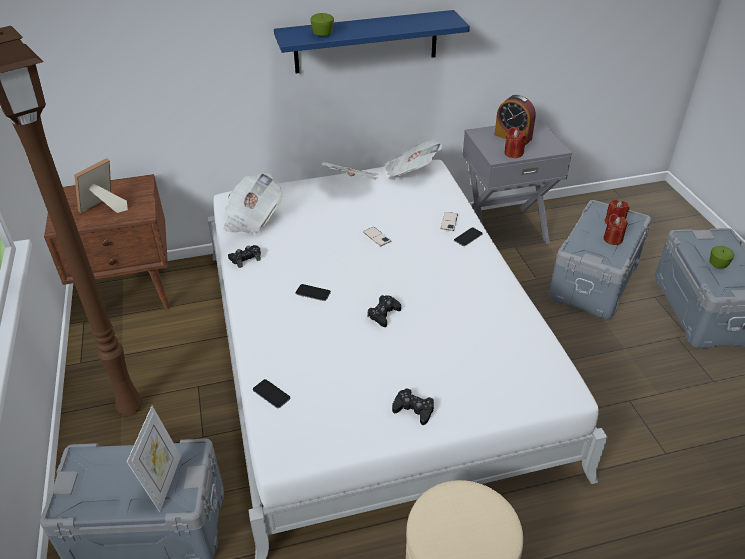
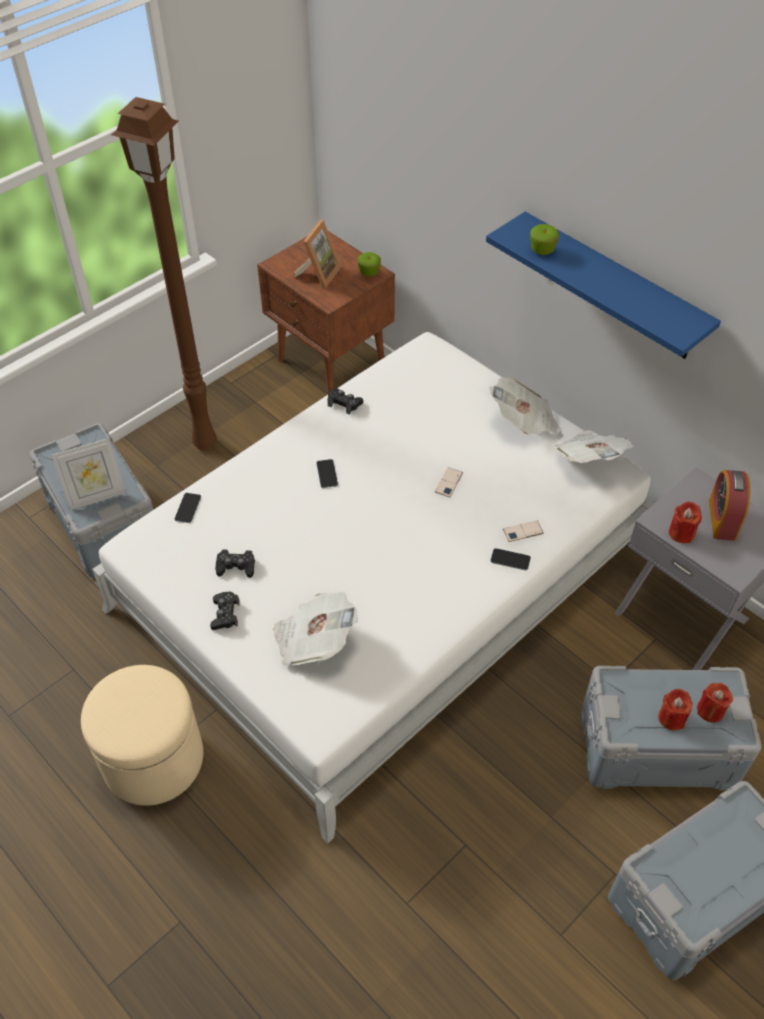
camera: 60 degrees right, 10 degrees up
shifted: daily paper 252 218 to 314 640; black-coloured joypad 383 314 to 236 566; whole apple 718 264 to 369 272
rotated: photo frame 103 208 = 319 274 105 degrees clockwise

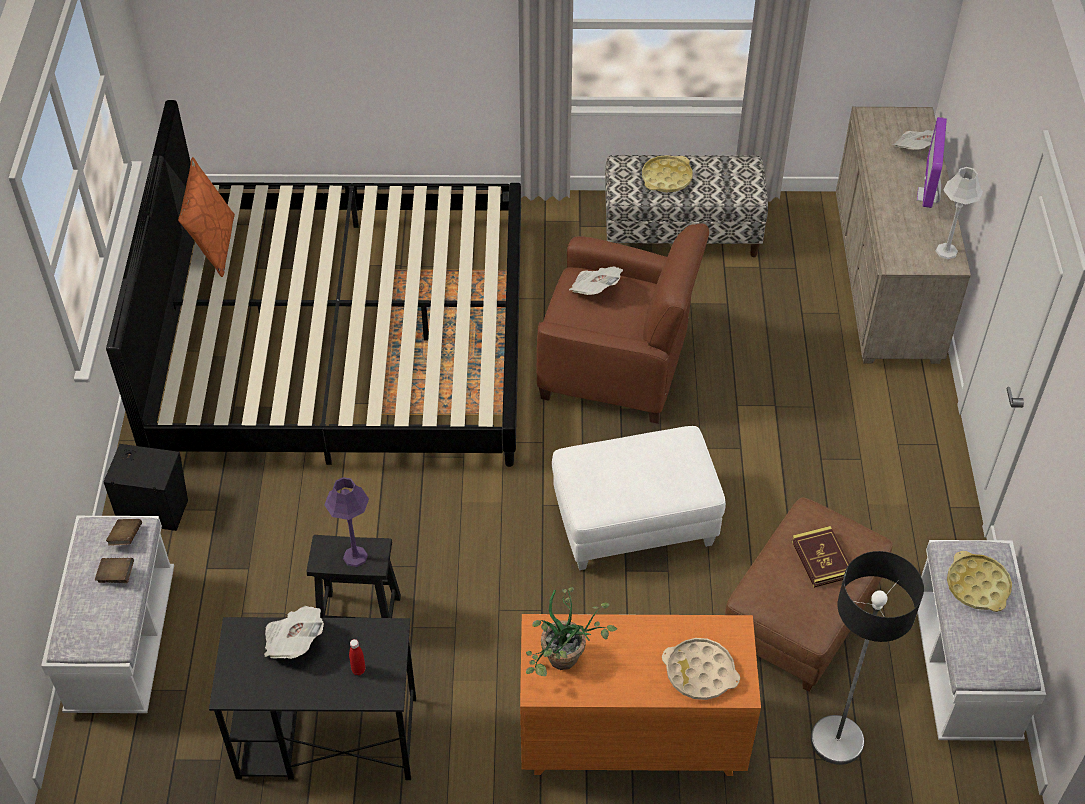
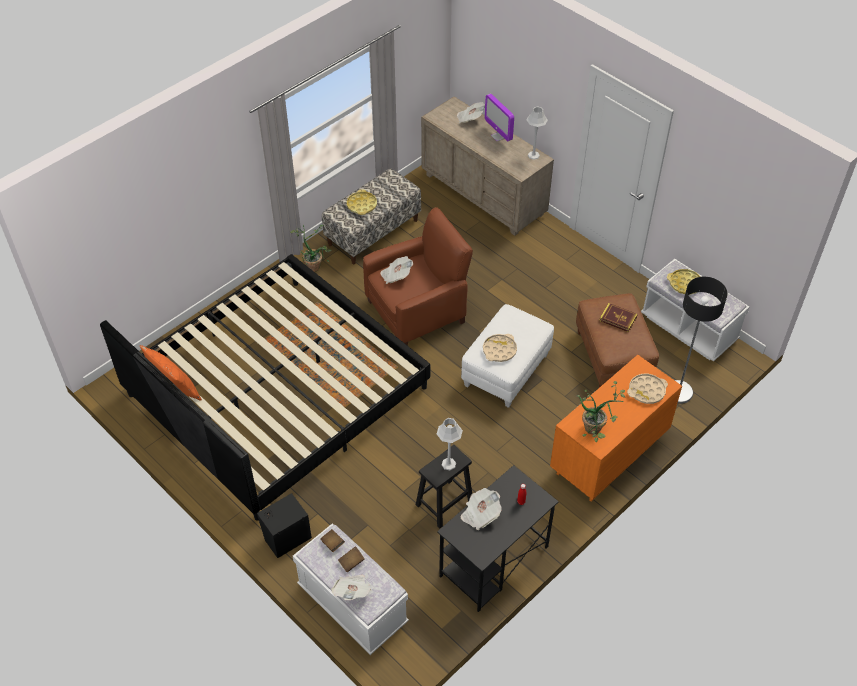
camera: 45 degrees left, 0 degrees up
new: plant in a pot 314 264; daily paper 352 591; beige-coloured tray 499 350
repainted: purplish lamp for a table 355 556 to grey lamp for a table 448 464

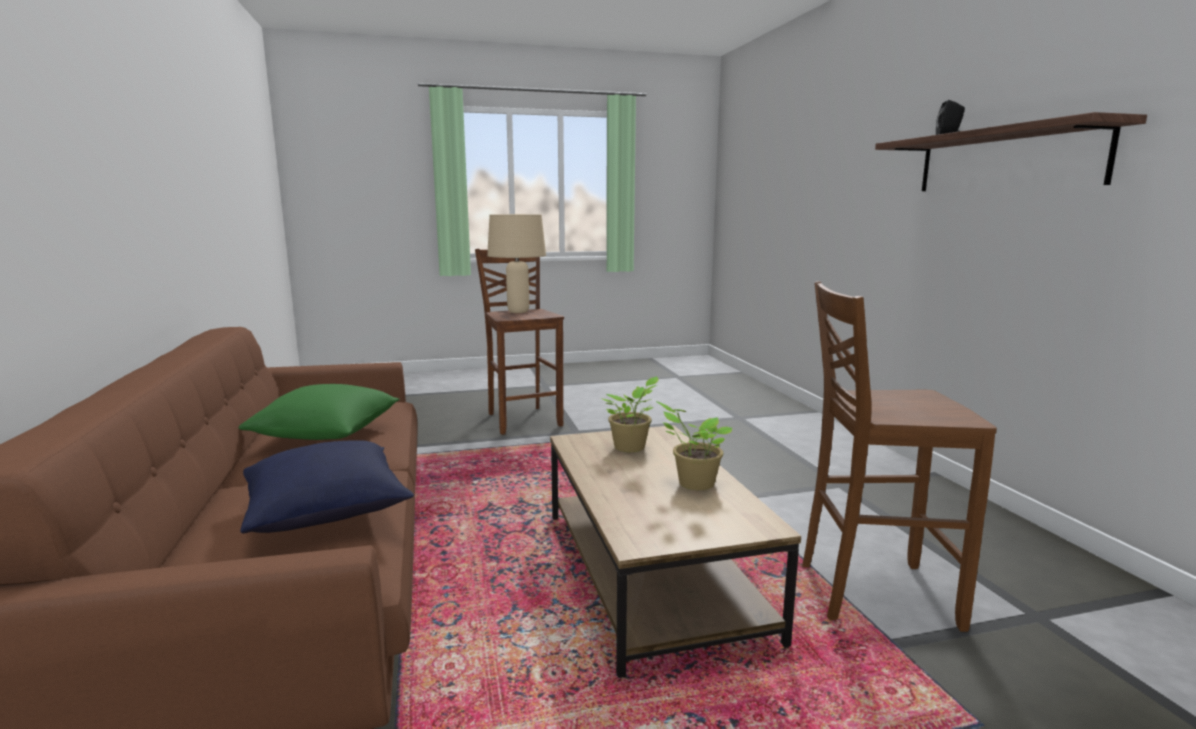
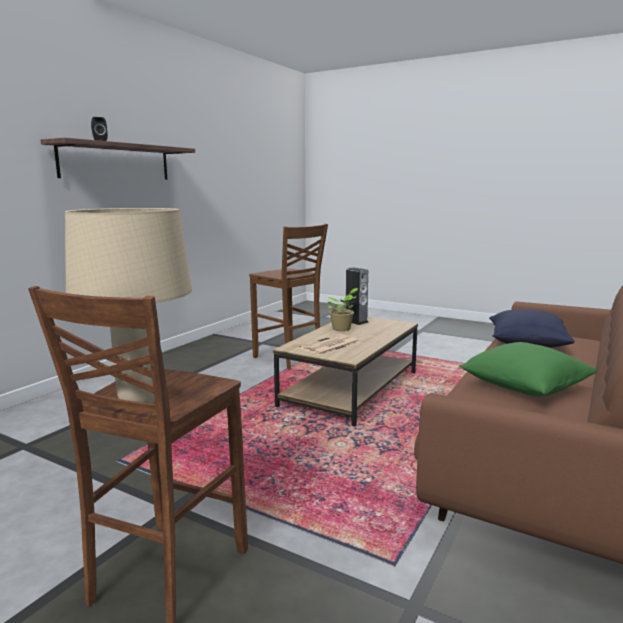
camera: 135 degrees left, 0 degrees up
new: loudspeaker 356 321
swapped: plant in a pot 631 448 to daily paper 329 346

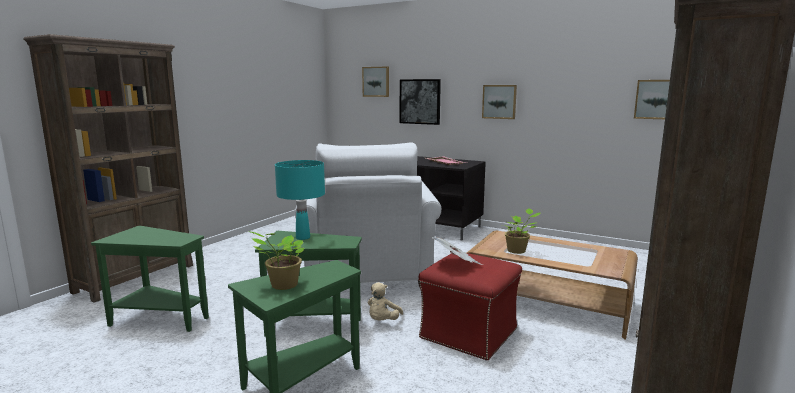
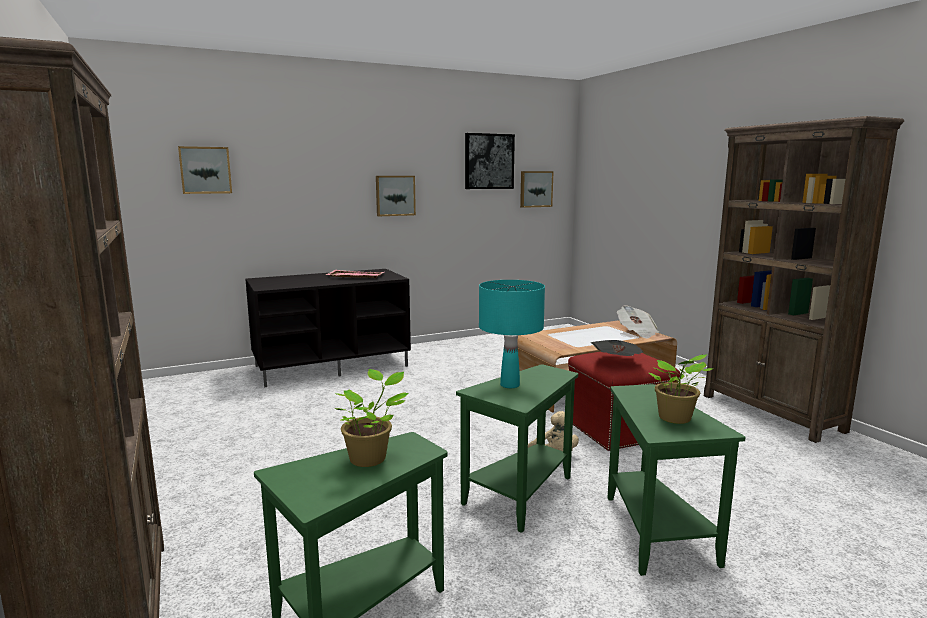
camera: 55 degrees left, 0 degrees up
gone: white armchair 366 275
new: daily paper 637 333
shifted: wall art 420 101 to 489 161; plant in a pot 518 251 to 370 458

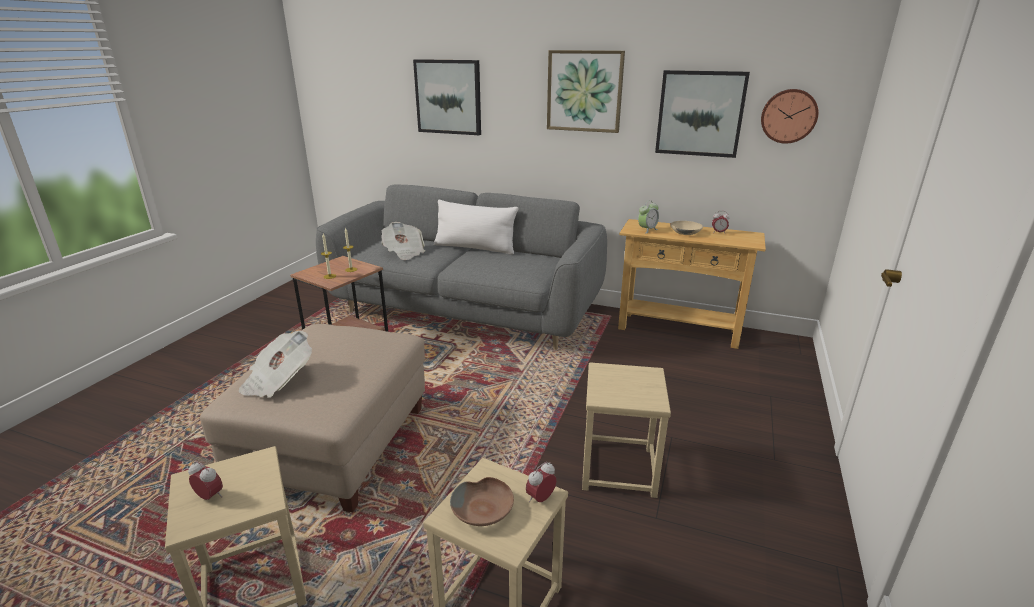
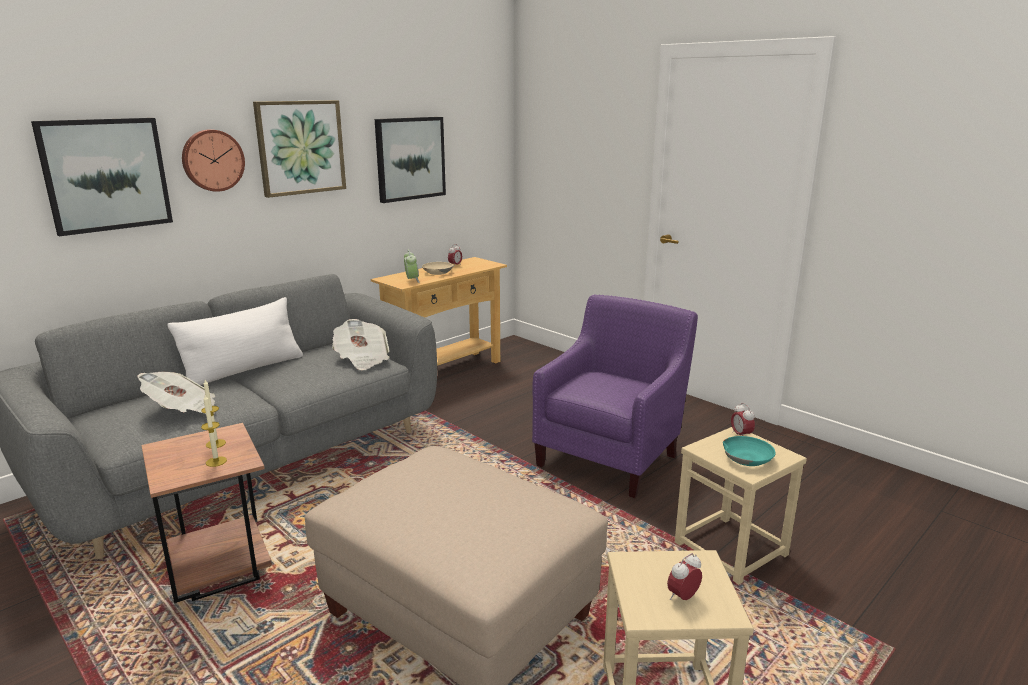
camera: 65 degrees left, 5 degrees down
shifted: daily paper 278 381 to 362 359; wall clock 788 116 to 212 160
swapped: beige-coloured stool seat 619 468 to purplish armchair 611 456
repainted: brownish serving bowl 483 510 to turquoise serving bowl 747 458

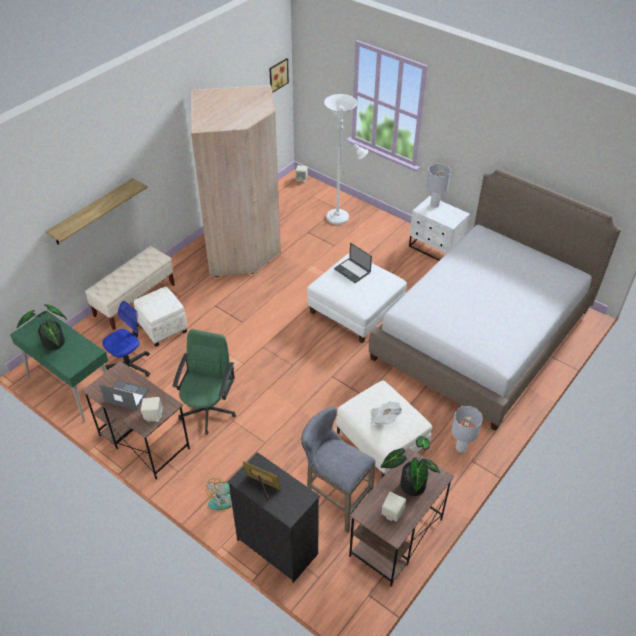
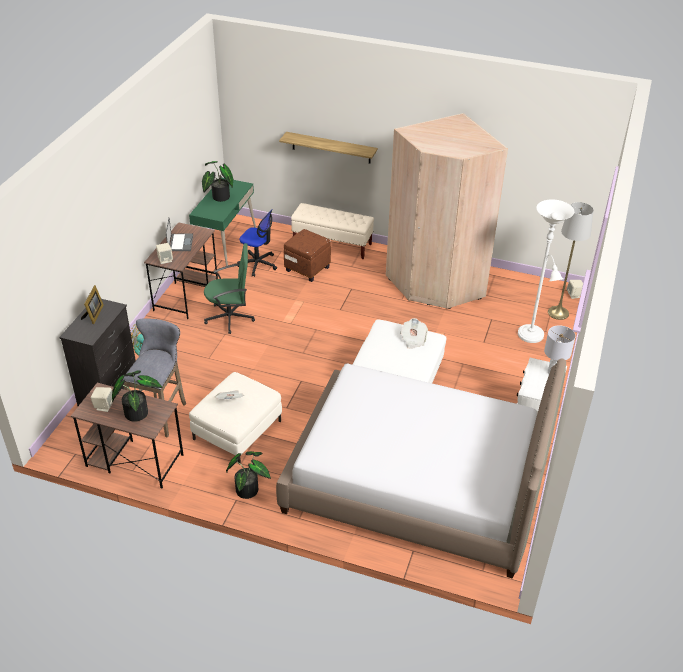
camera: 70 degrees right, 5 degrees down
gone: wall art 277 75
new: grey floor lamp 558 313
swapped: notebook computer 352 270 to daily paper 413 340; grey lamp for a table 460 448 to plant in a pot 249 489
repainted: white ottoman 163 330 to brownish ottoman 307 269

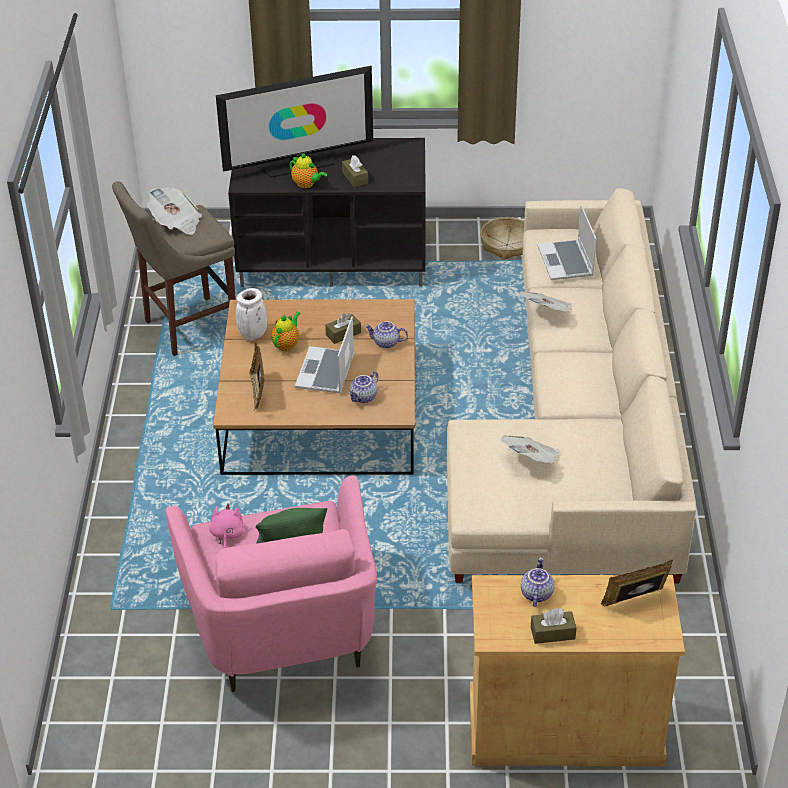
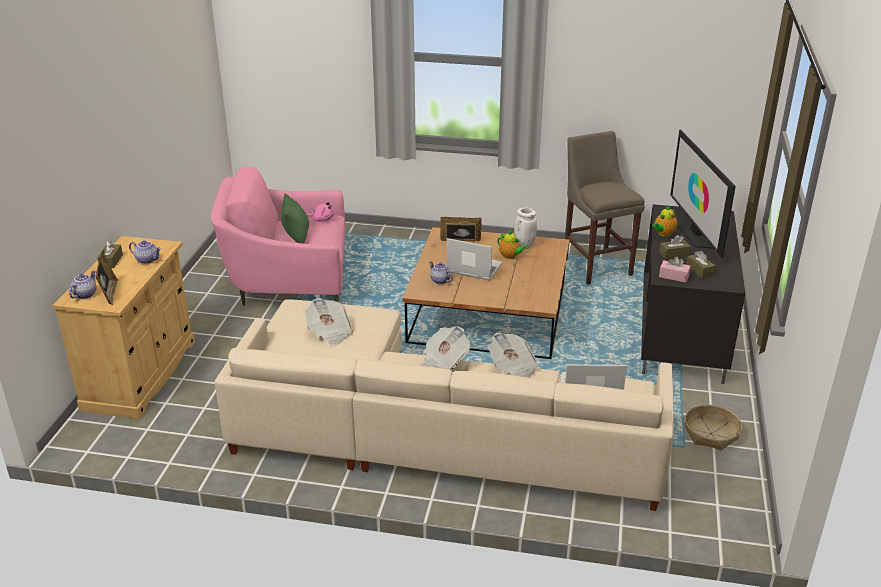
camera: 100 degrees right, 10 degrees down
new: pink-coloured box of tissues 673 276
shifted: daily paper 176 222 to 443 362; brownish box of tissues 343 334 to 700 271; teapot 386 343 to 85 294

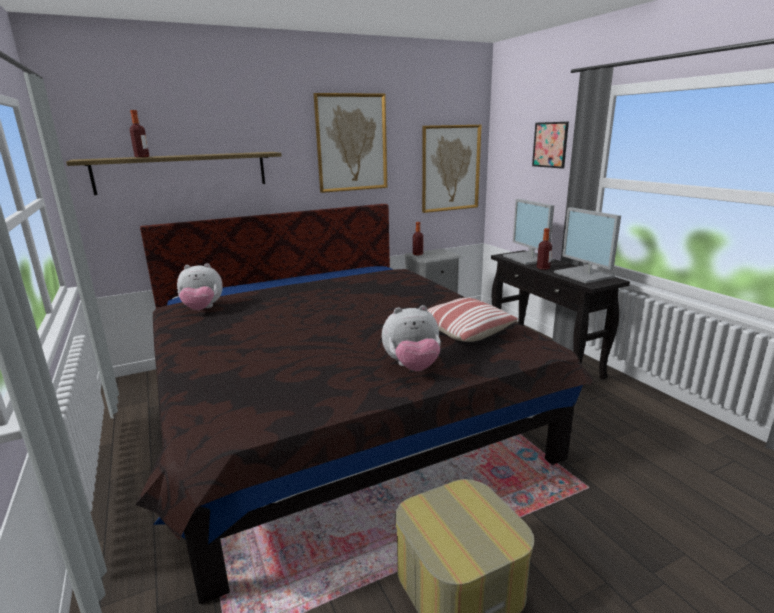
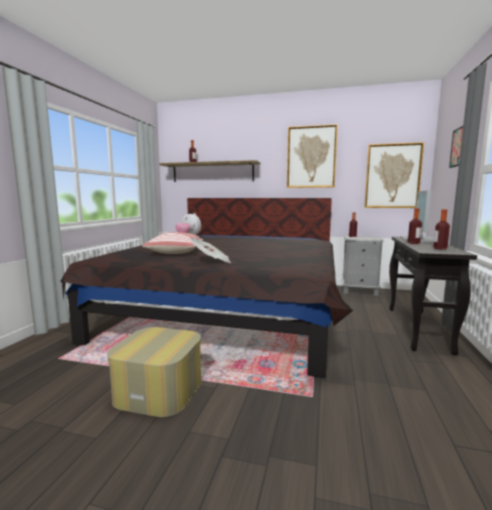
camera: 40 degrees right, 10 degrees down
shifted: pillow 462 332 to 175 252
swapped: cuddly toy 412 367 to daily paper 211 261; monitor 584 275 to beverage bottle 440 248

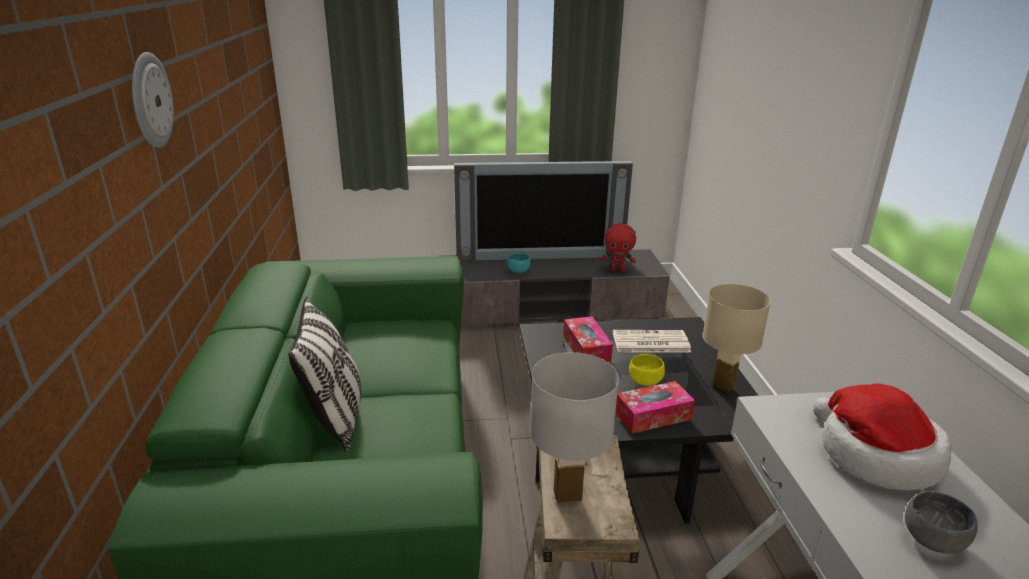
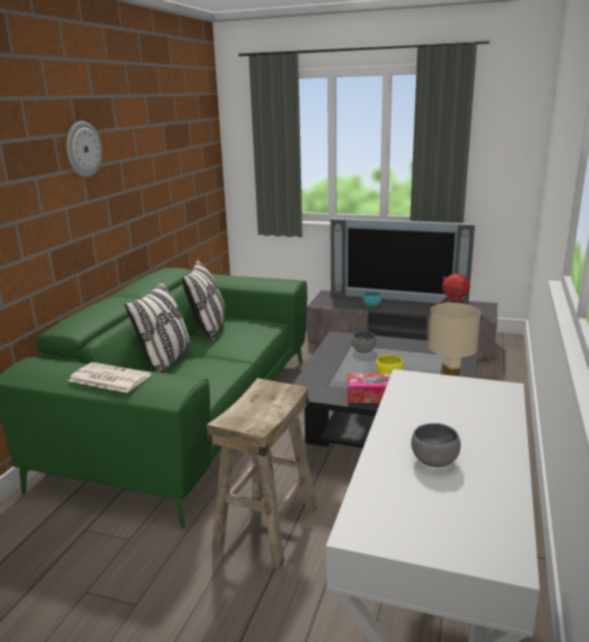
camera: 25 degrees right, 5 degrees down
gone: white lamp for a table 568 495; wearable hat 875 455
new: pillow 209 329
shifted: daily paper 649 342 to 108 378
swapped: box of tissues 586 348 to grey serving bowl 364 351

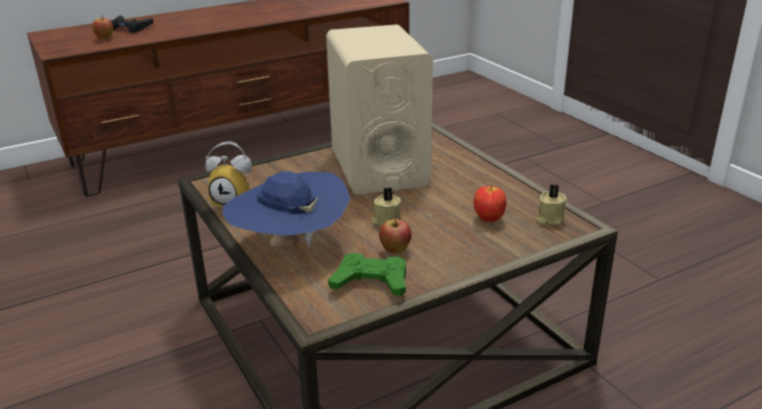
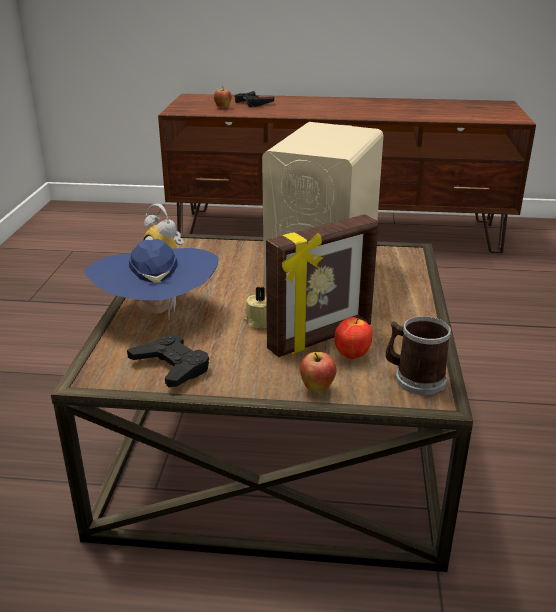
camera: 35 degrees right, 0 degrees up
new: photo frame 321 338
shifted: whole apple 395 251 to 317 388
swapped: beige-coloured wax candle 549 218 to tea mug 414 378
repainted: green-coloured joypad 371 281 to black-coloured joypad 171 366

